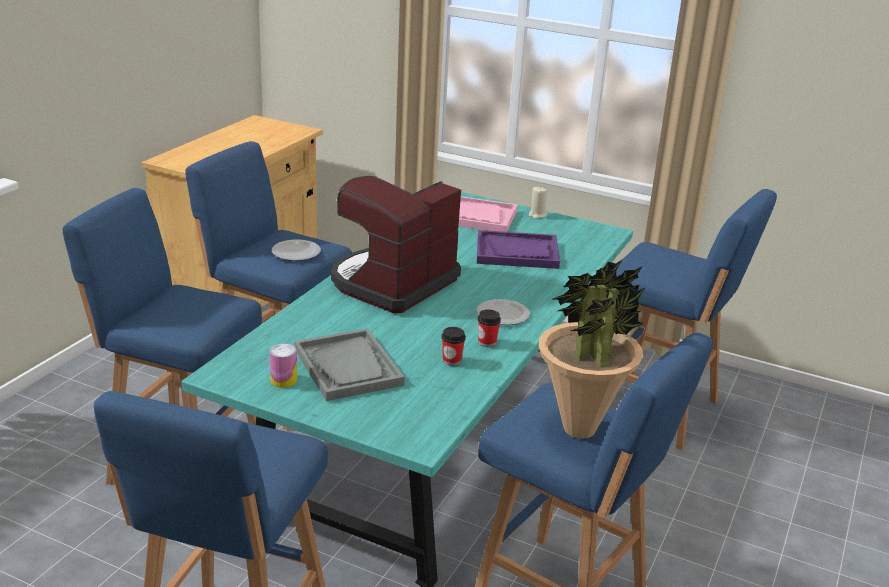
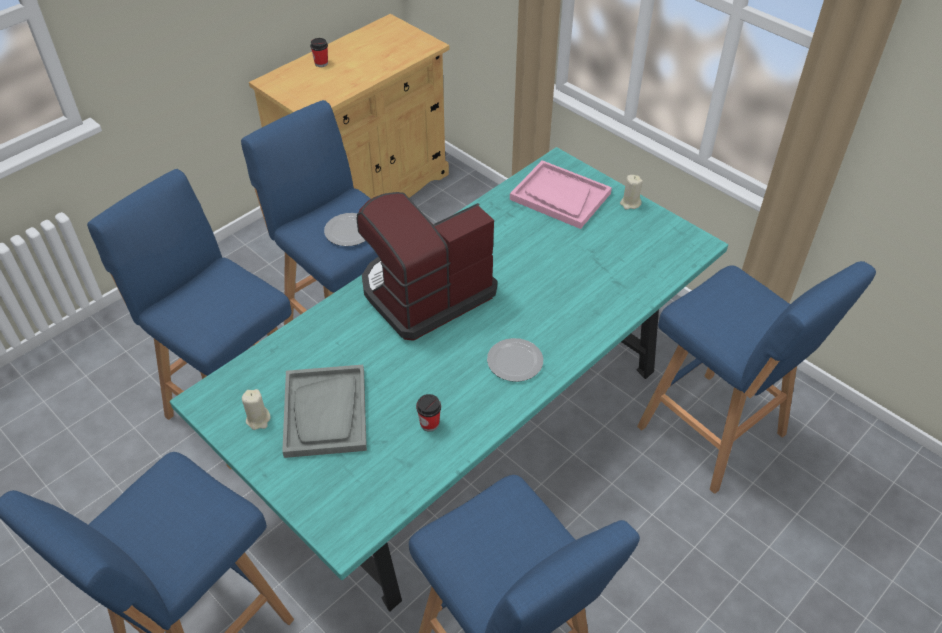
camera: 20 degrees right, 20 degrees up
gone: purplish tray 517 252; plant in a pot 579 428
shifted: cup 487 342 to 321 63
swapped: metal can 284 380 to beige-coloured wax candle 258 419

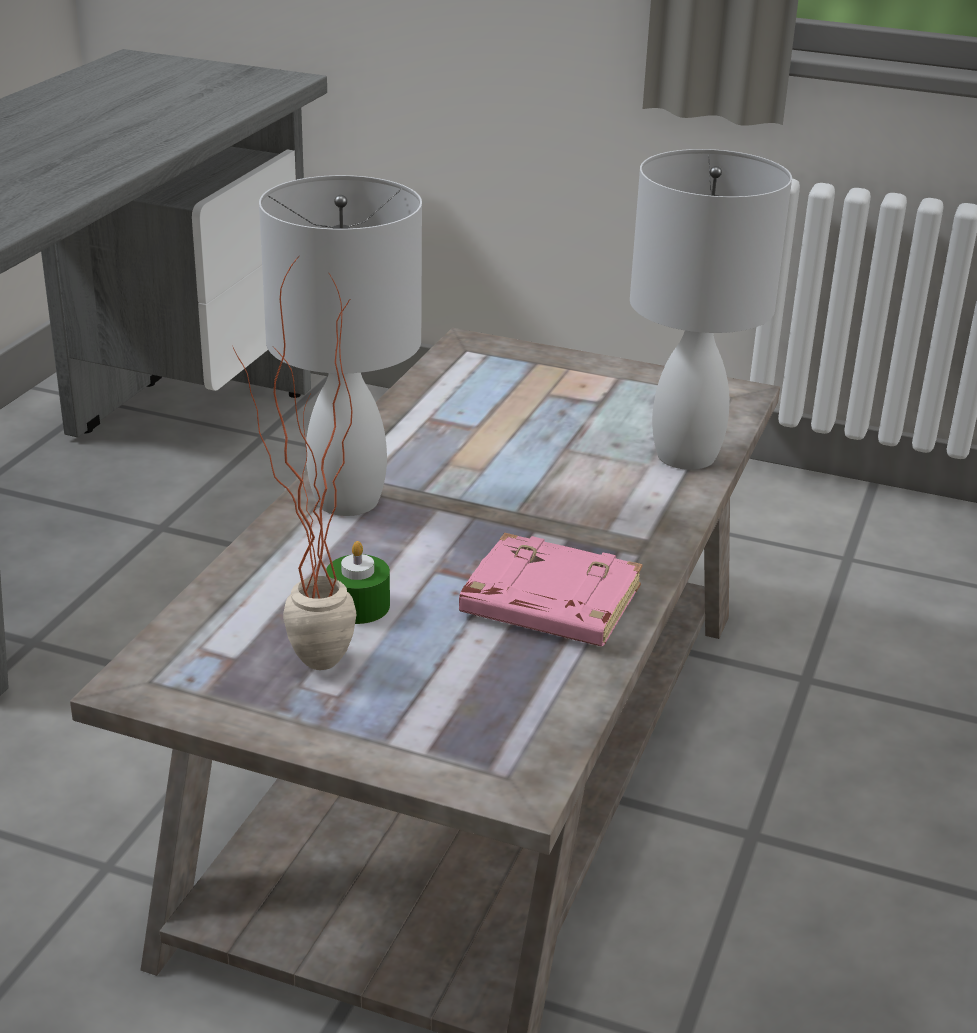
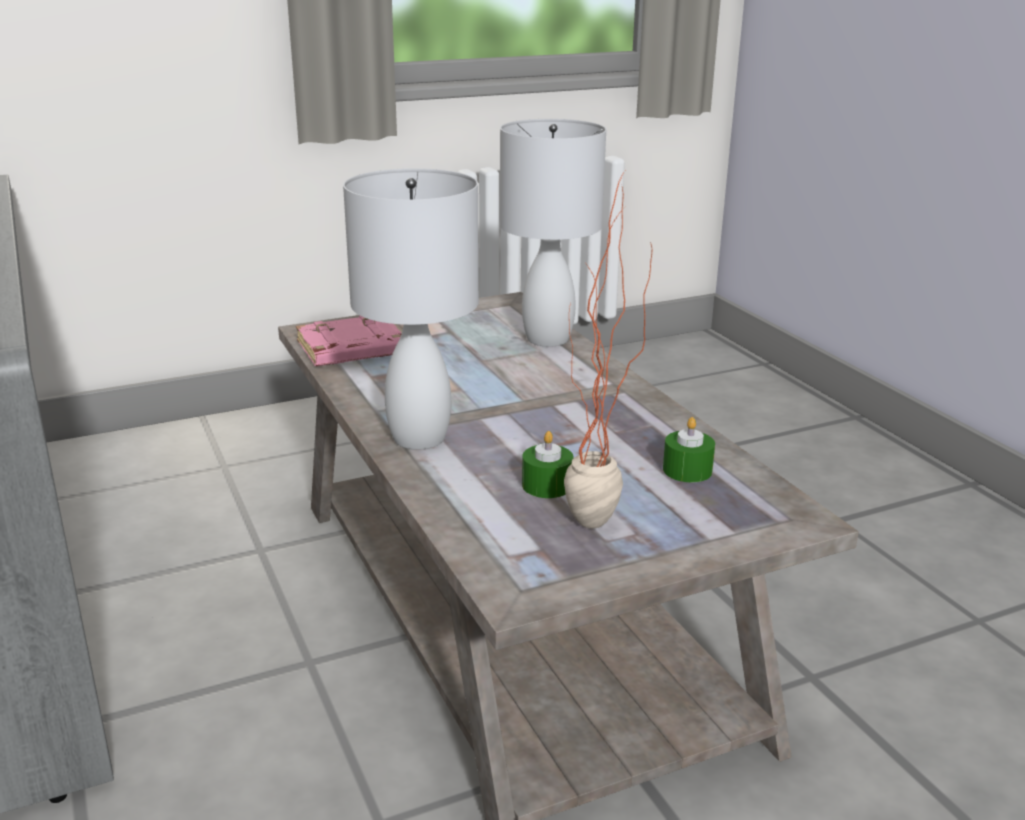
camera: 45 degrees left, 5 degrees down
new: green-coloured wax candle 687 470
shifted: pink-coloured book 547 603 to 351 350

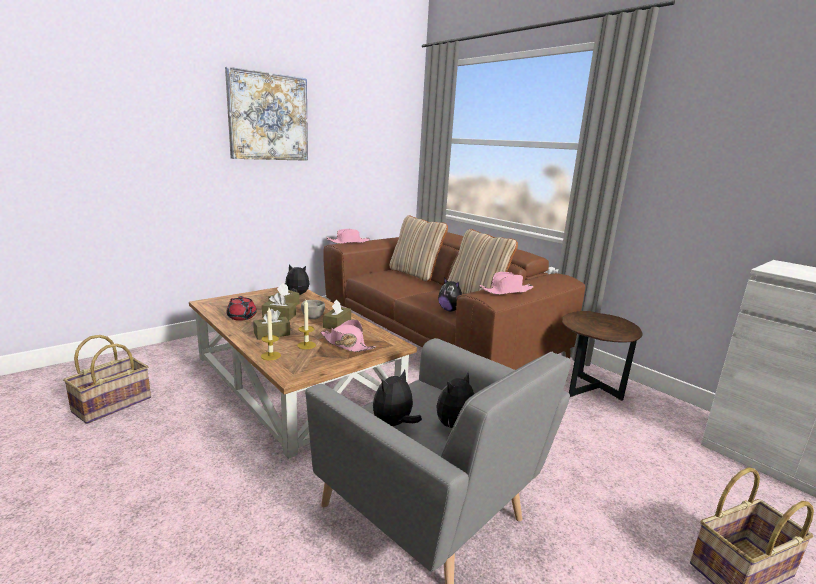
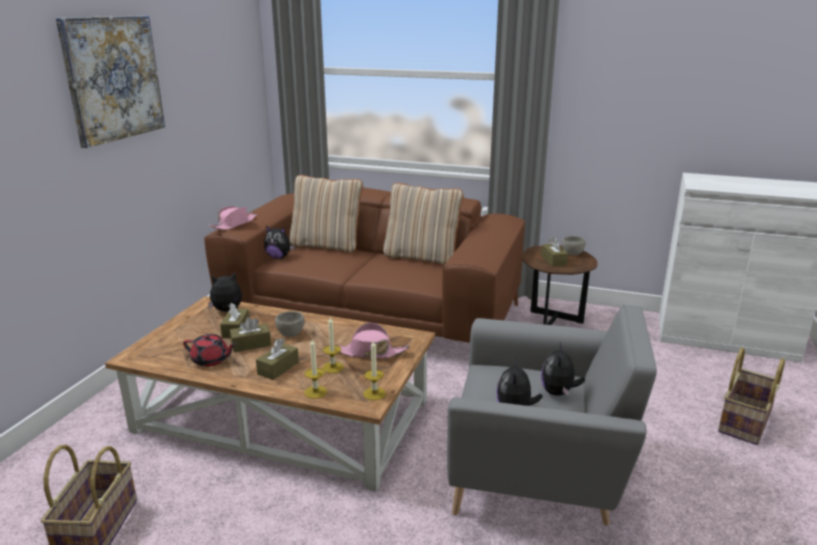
camera: 30 degrees left, 5 degrees up
gone: pink-coloured wearable hat 506 291
new: wax candle 374 393; grey serving bowl 572 253
shifted: brownish box of tissues 337 324 to 553 260; cuddly toy 450 310 to 279 257

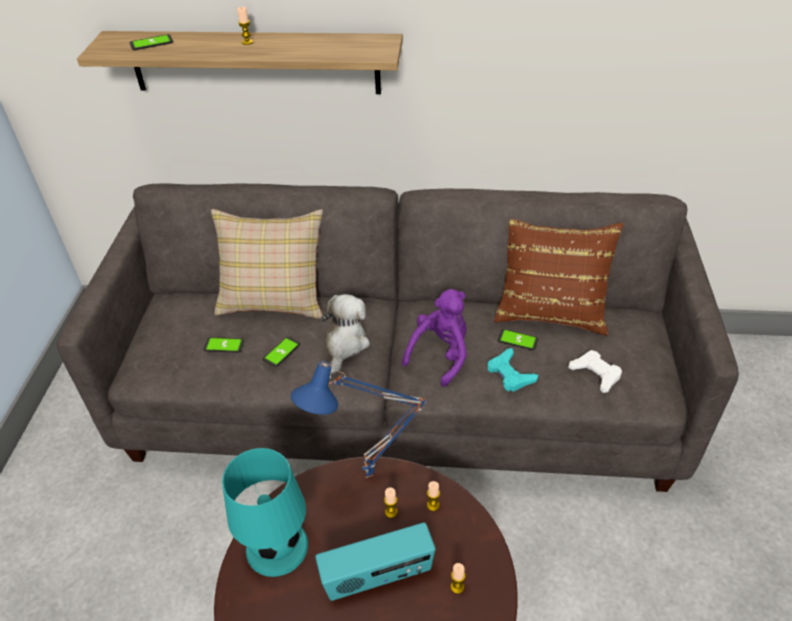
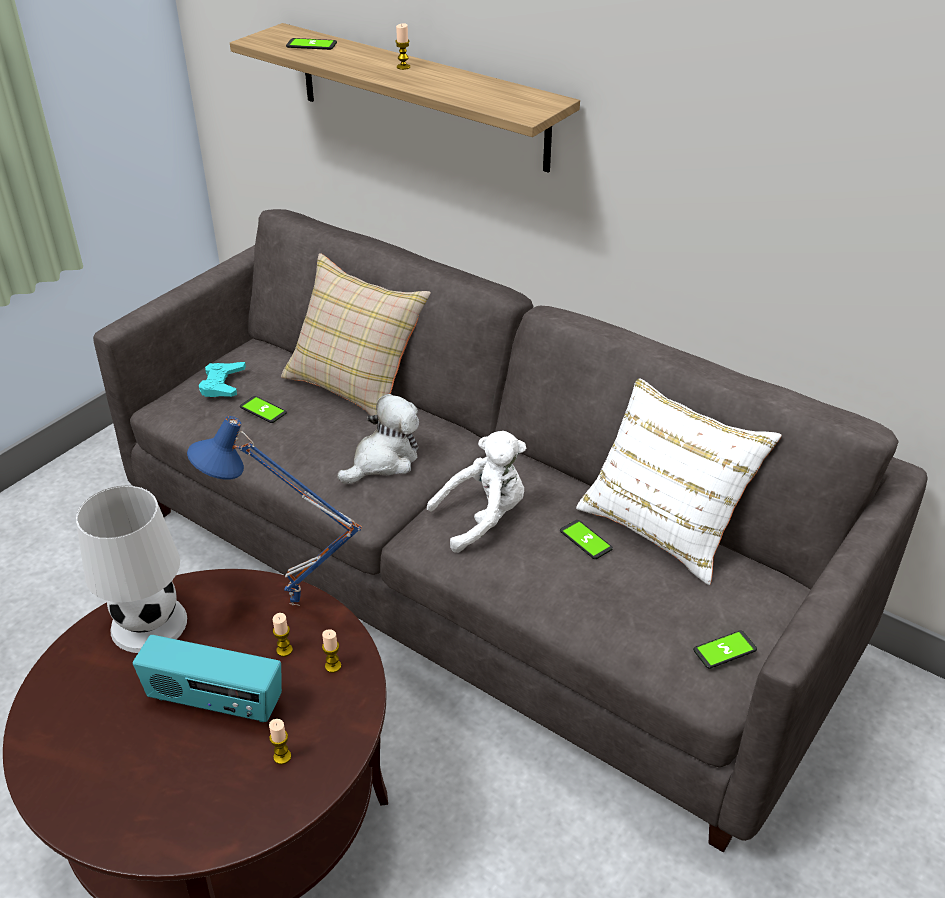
camera: 30 degrees right, 5 degrees down
gone: white joypad 595 373
shifted: handset 281 352 to 724 650; turquoise joypad 510 374 to 222 384
repainted: turquoise lamp for a table 276 547 to white lamp for a table 148 624; purplish cuddly toy 441 354 to white cuddly toy 483 518; brownish pillow 551 309 to white pillow 664 525

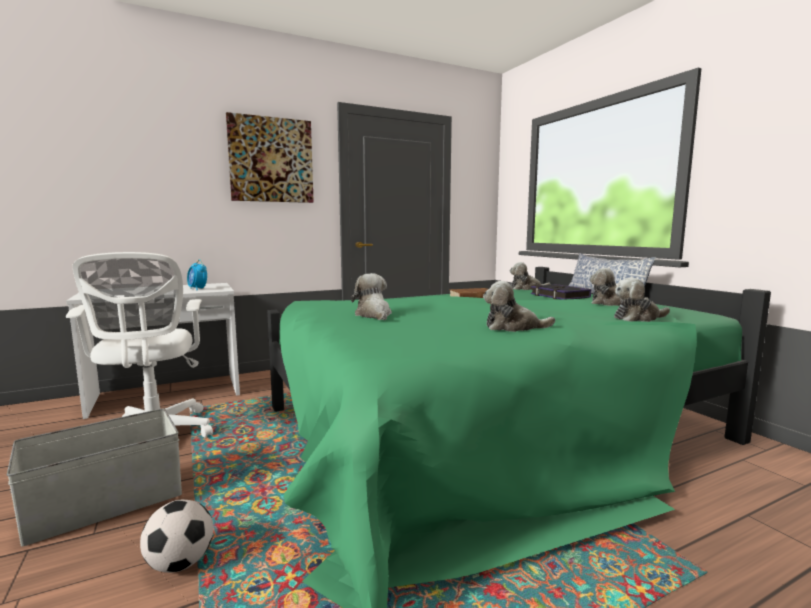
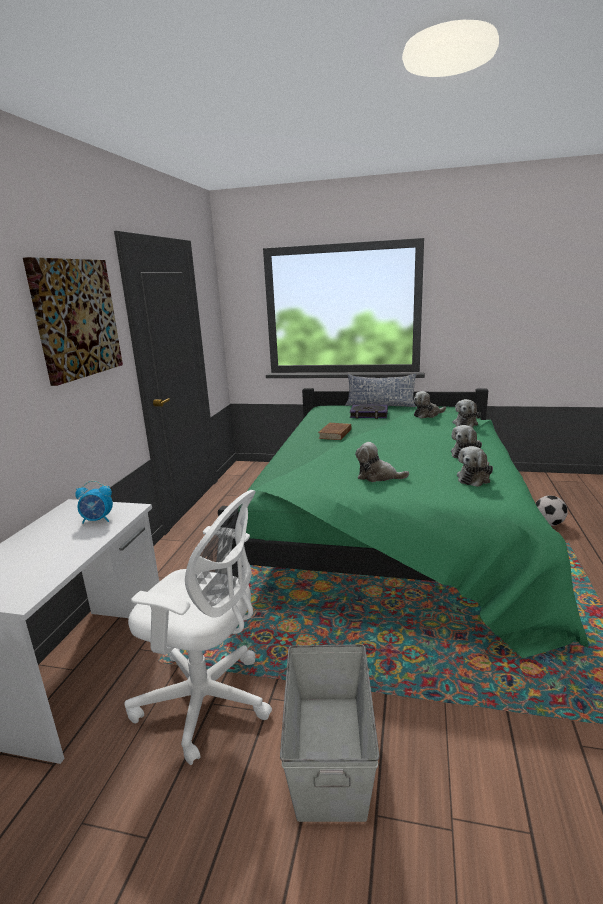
camera: 50 degrees left, 10 degrees up
shifted: ball for football 180 563 to 548 523; cuddly toy 526 288 to 474 478

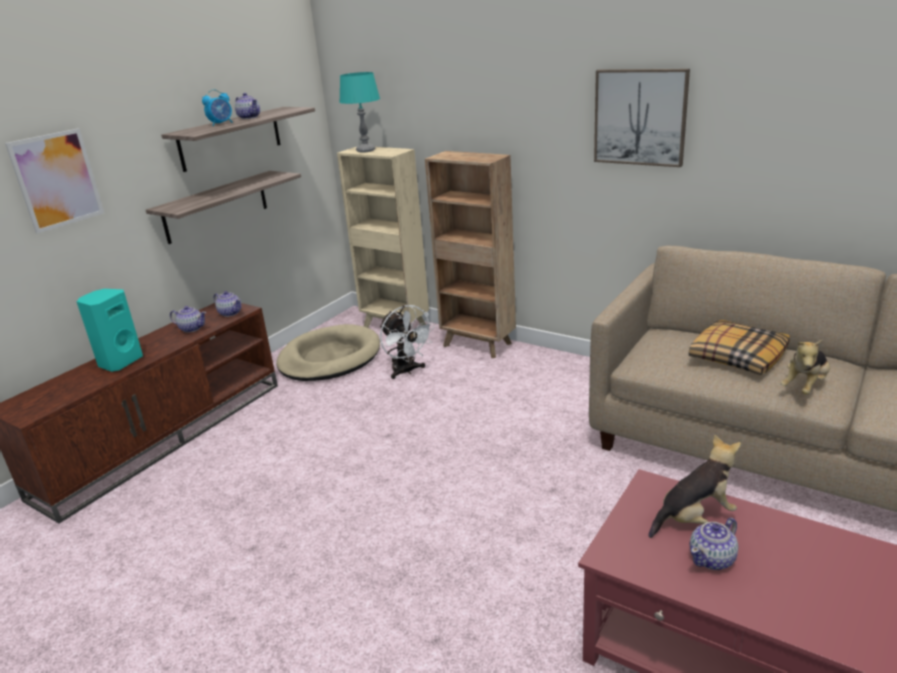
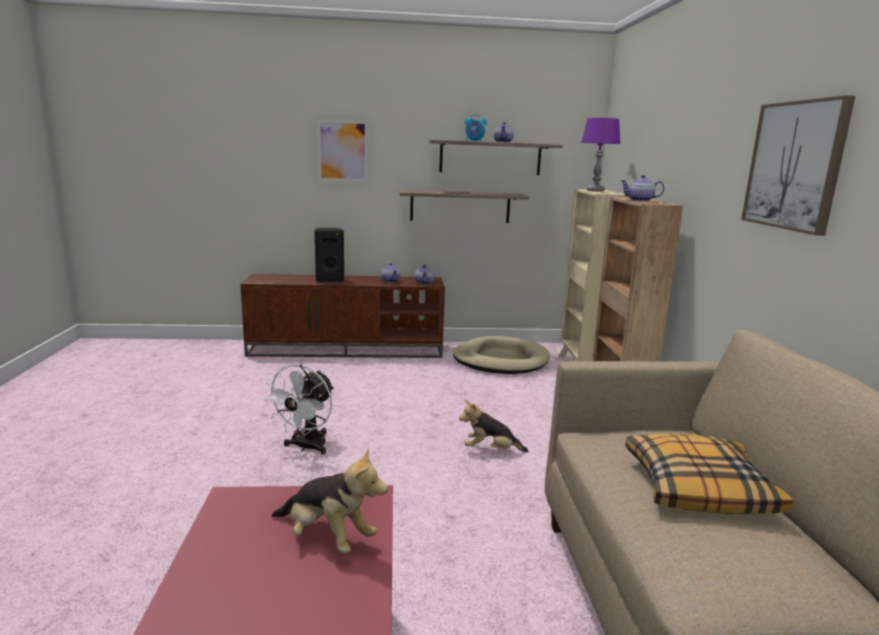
camera: 50 degrees right, 10 degrees down
shifted: white fan 407 371 to 306 447; teapot 712 559 to 640 200; cuddly toy 805 386 to 490 450
repainted: turquoise loudspeaker 120 362 to black-coloured loudspeaker 329 280; turquoise lamp for a table 365 150 to purplish lamp for a table 595 190

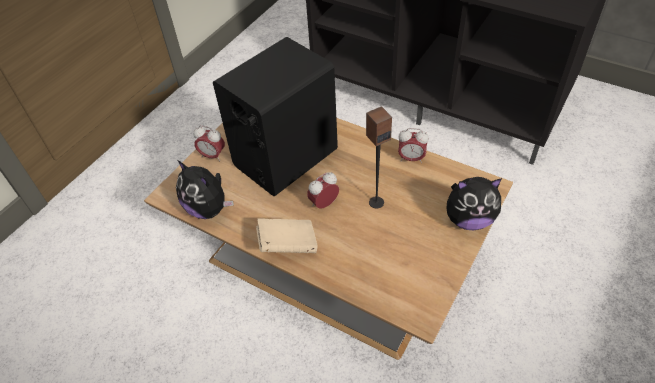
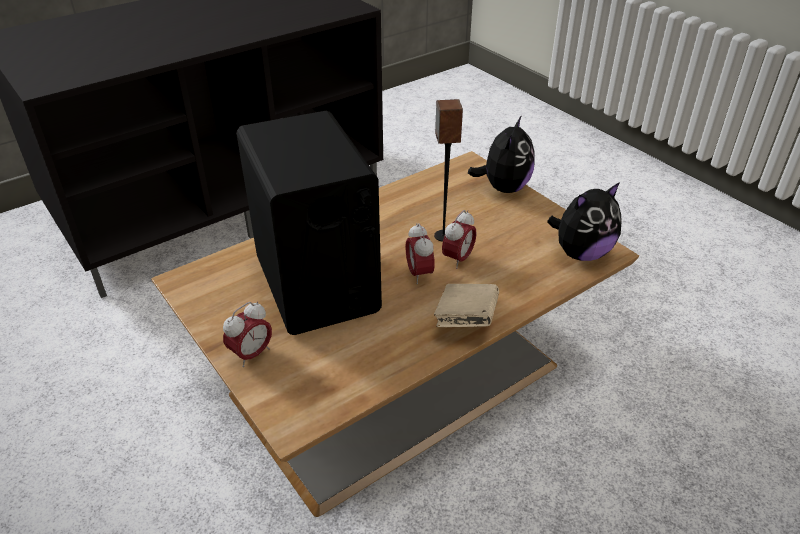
camera: 70 degrees left, 10 degrees down
shifted: cuddly toy 208 209 to 581 253; alarm clock 411 159 to 458 259

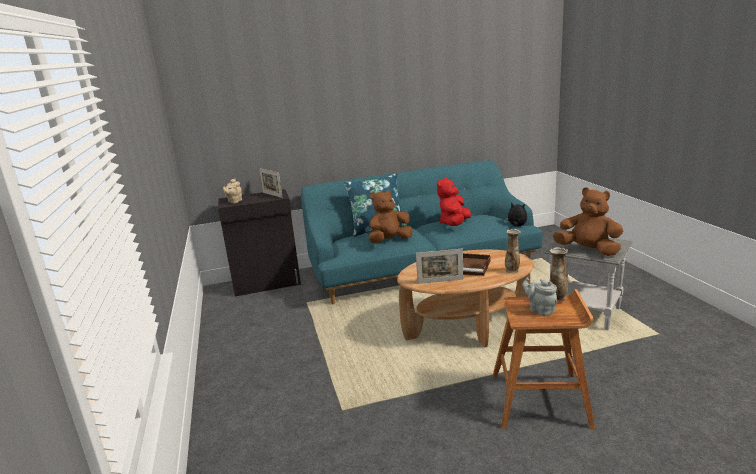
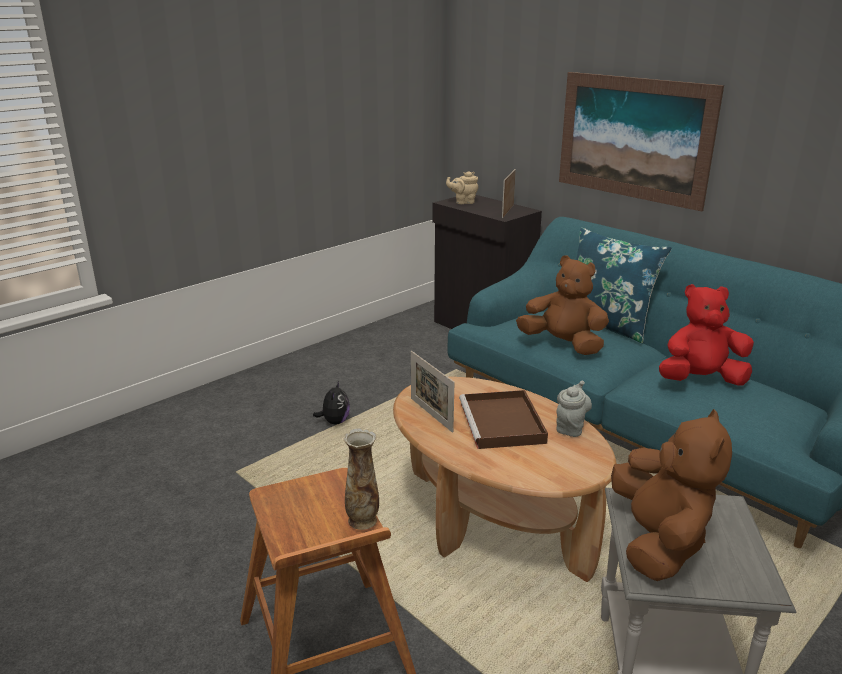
camera: 60 degrees right, 5 degrees up
gone: decorative vase 512 271
new: wall art 633 138
shifted: cuddly toy 516 226 to 334 422; grey teapot 540 310 to 570 427

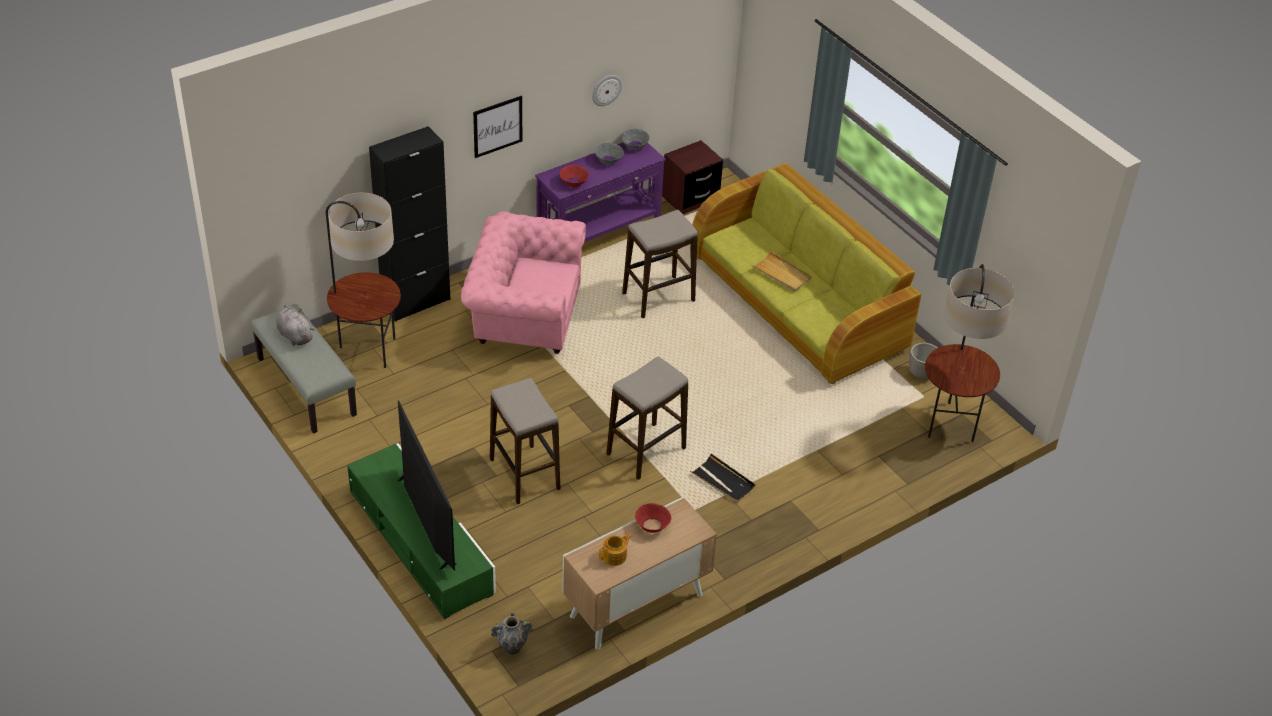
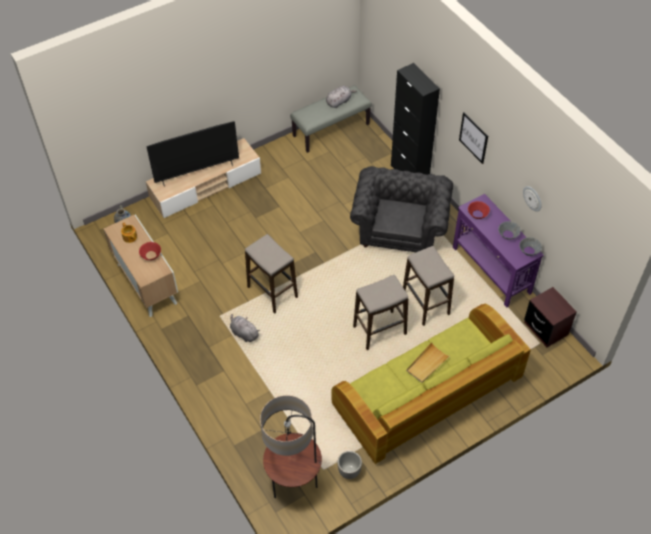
camera: 95 degrees right, 10 degrees up
gone: floor lamp 368 350
shifted: stool seat 524 475 to 379 330
swapped: black-coloured tray 723 481 to grey cuddly toy 244 333
repainted: green-coloured tv unit 421 542 to beige-coloured tv unit 206 186; pink-coloured armchair 523 316 to grey armchair 400 228

